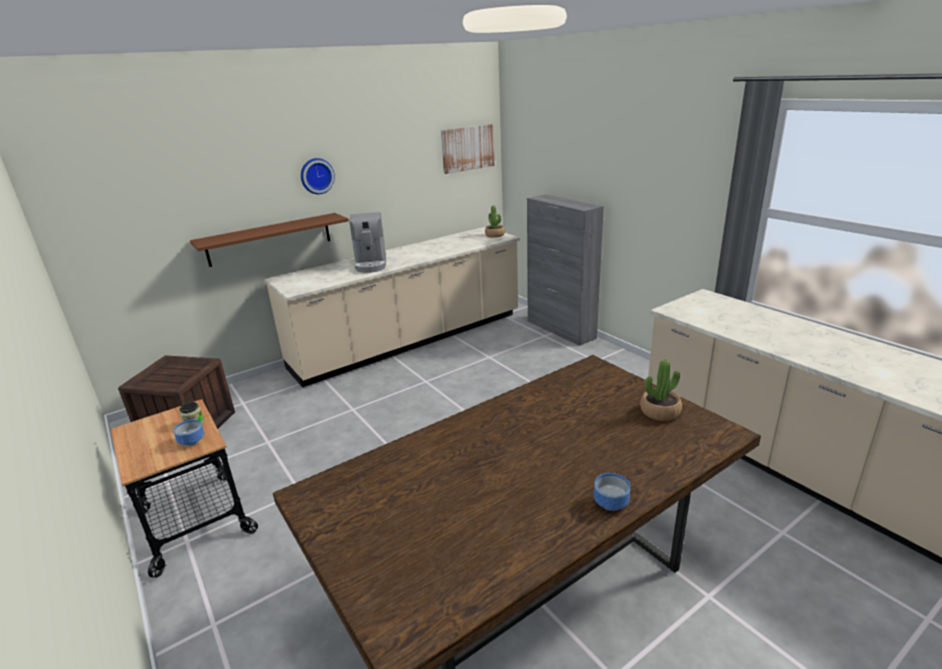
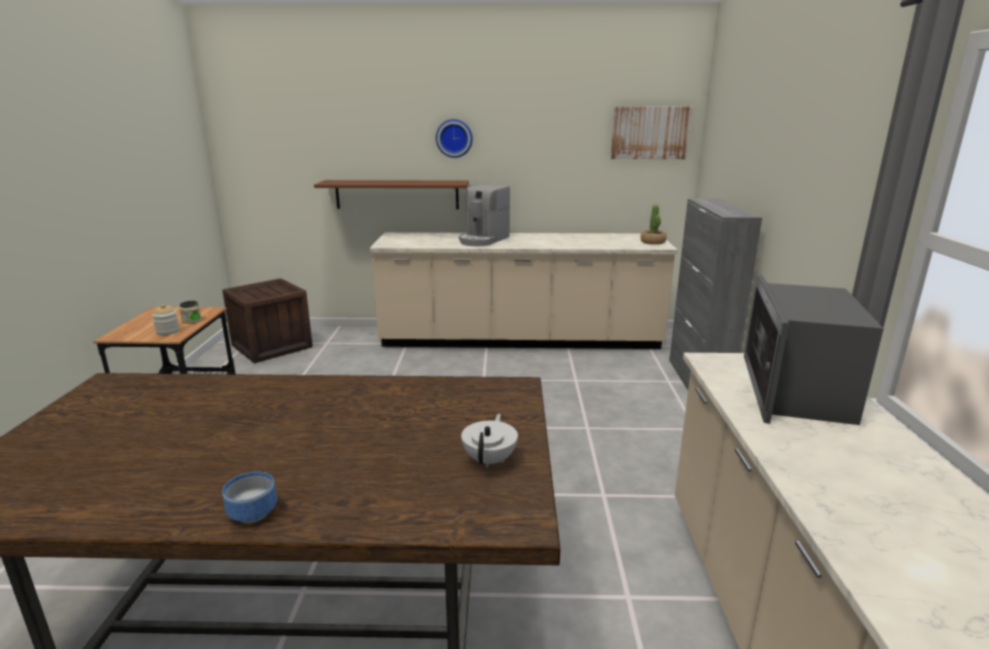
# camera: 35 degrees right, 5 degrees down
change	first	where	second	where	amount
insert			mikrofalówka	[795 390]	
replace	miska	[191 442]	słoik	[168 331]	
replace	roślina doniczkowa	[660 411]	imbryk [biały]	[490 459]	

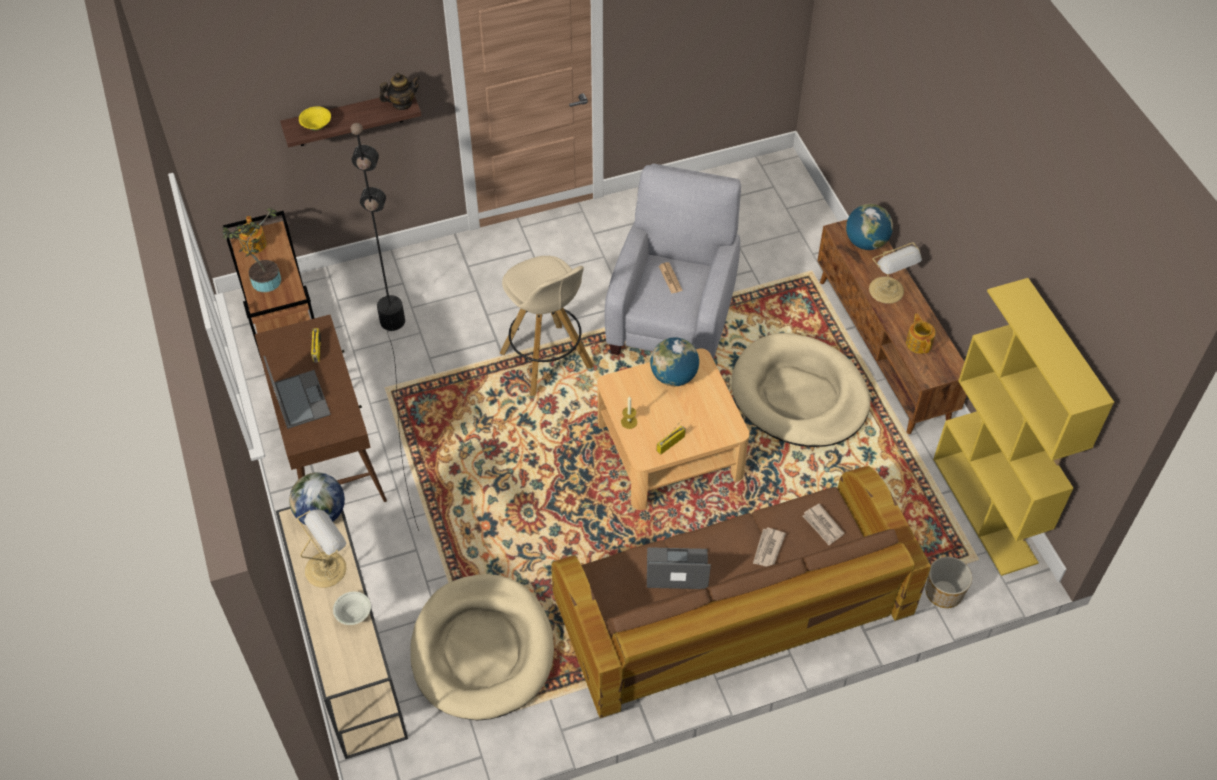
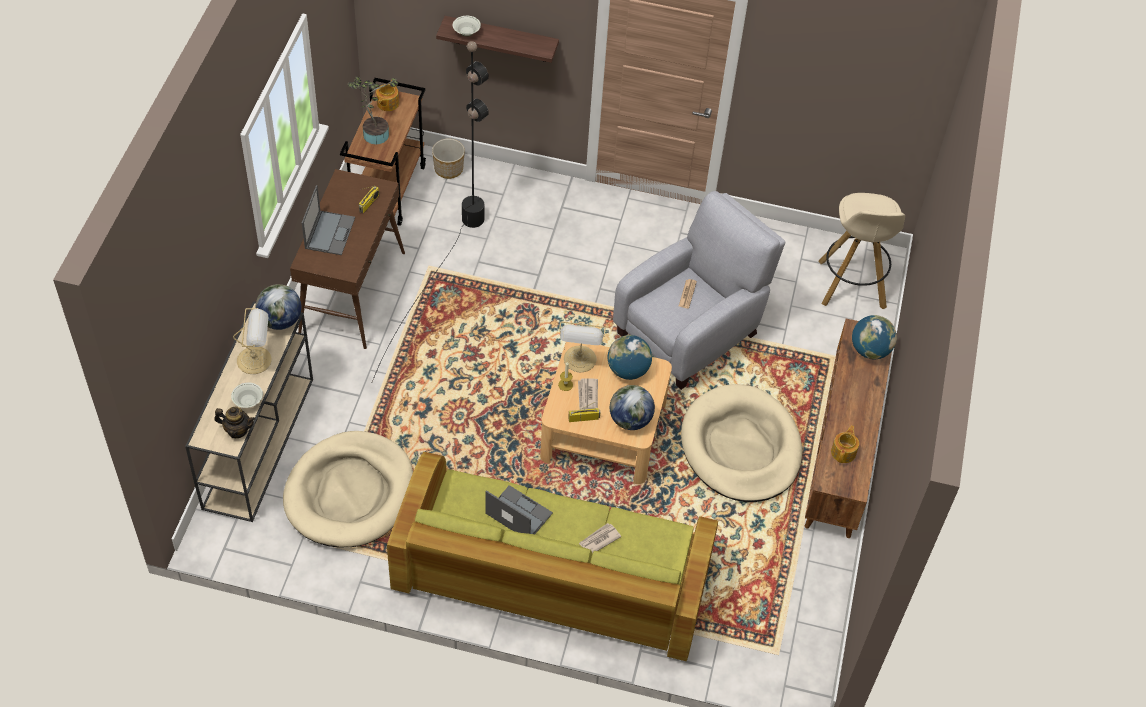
# camera: 30 degrees right, 0 degrees up
change	first	where	second	where	amount
delete	regał [żółty]	[985 510]			
insert			globus	[630 420]	
move	imbryk	[402 104]		[237 430]	
move	stołek [beżowy]	[547 361]		[852 286]	
move	gazeta	[822 526]		[587 395]	
move	lampa stołowa	[887 291]		[580 360]	
move	donica	[943 593]		[448 169]	
recolor	miska [żółty]	[317 126]	miska [biały]	[466 33]	
recolor	kanapa [brązowy]	[731 610]	kanapa [zielony]	[551 574]	

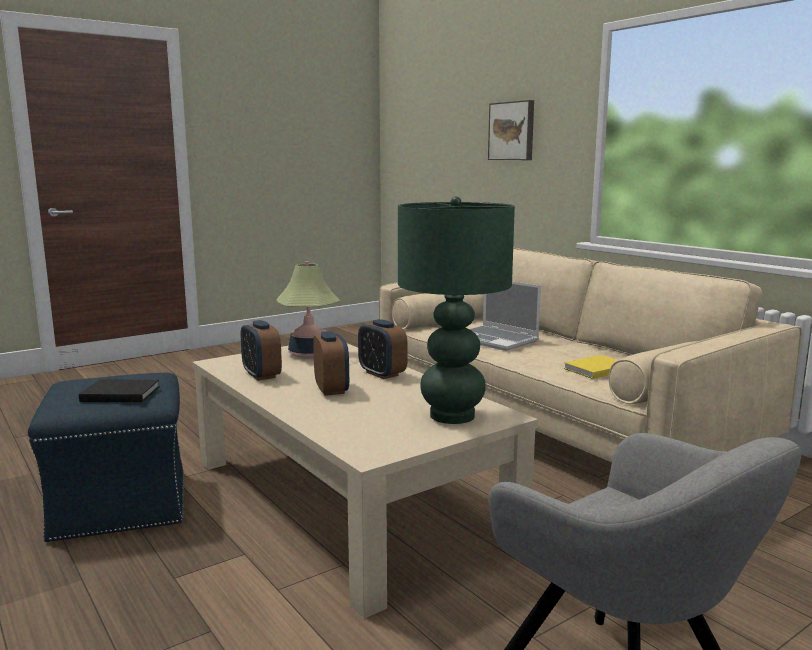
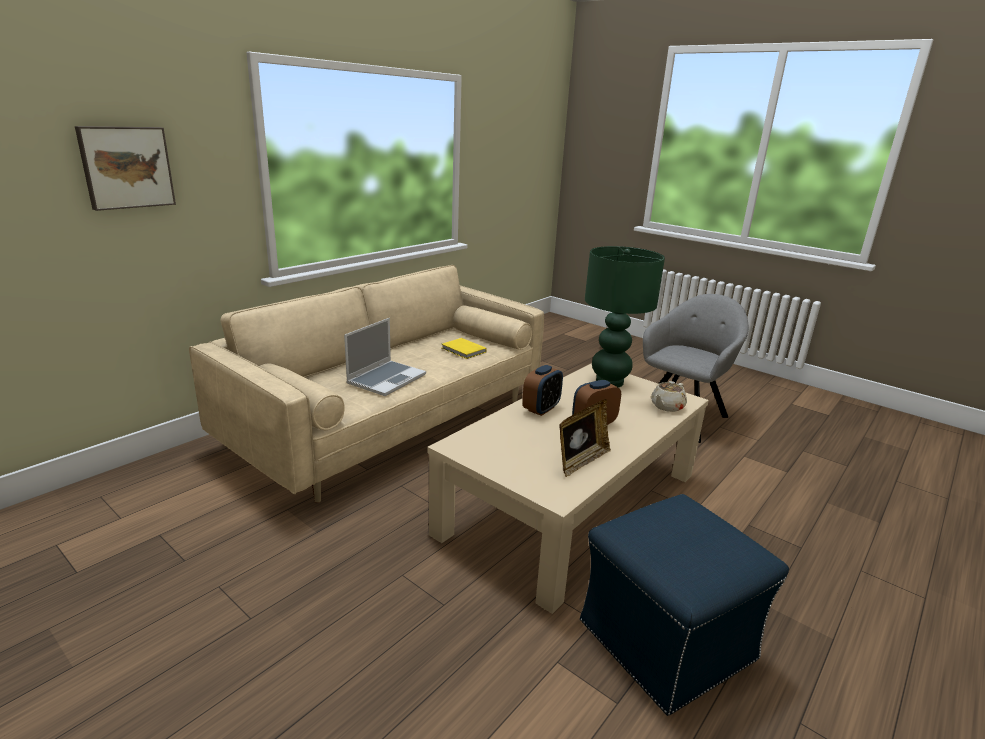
# camera: 105 degrees left, 10 degrees up
change	first	where	second	where	amount
delete	książka [czarny]	[119 393]			
delete	lampa stołowa	[310 354]			
insert			imbryk [beżowy]	[666 406]	
replace	budzik	[261 375]	ramka na zdjęcie	[581 461]	

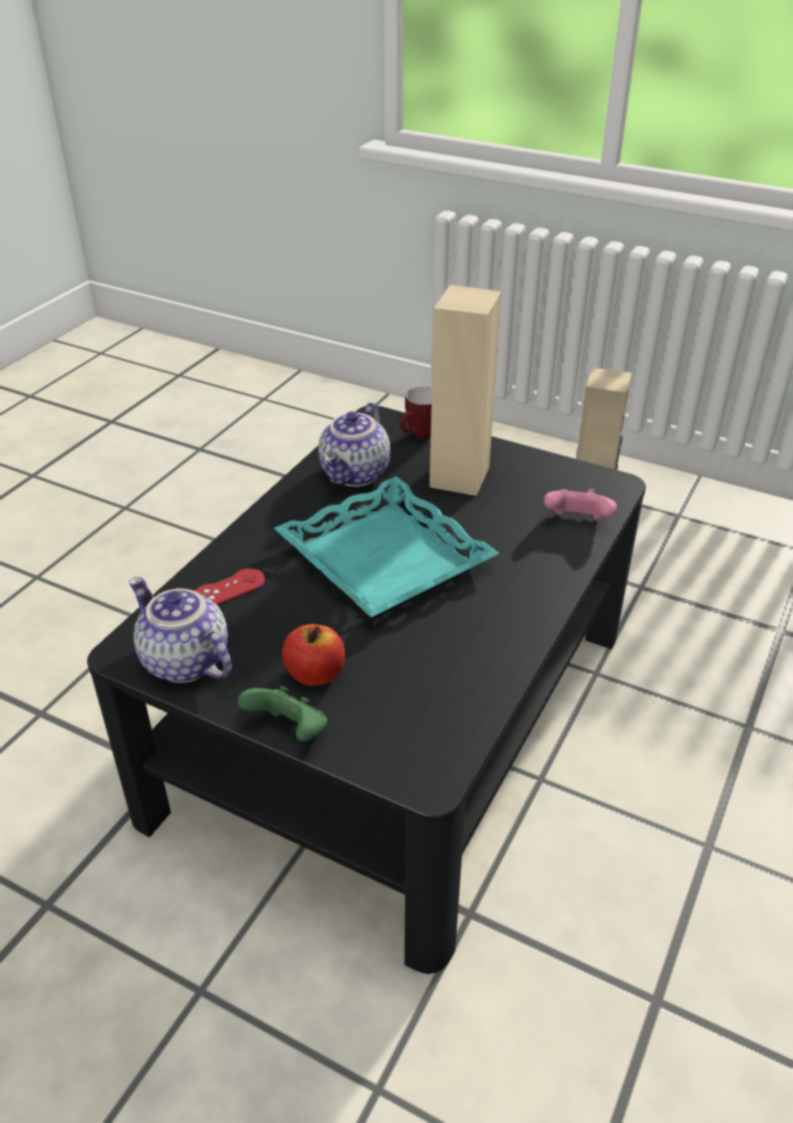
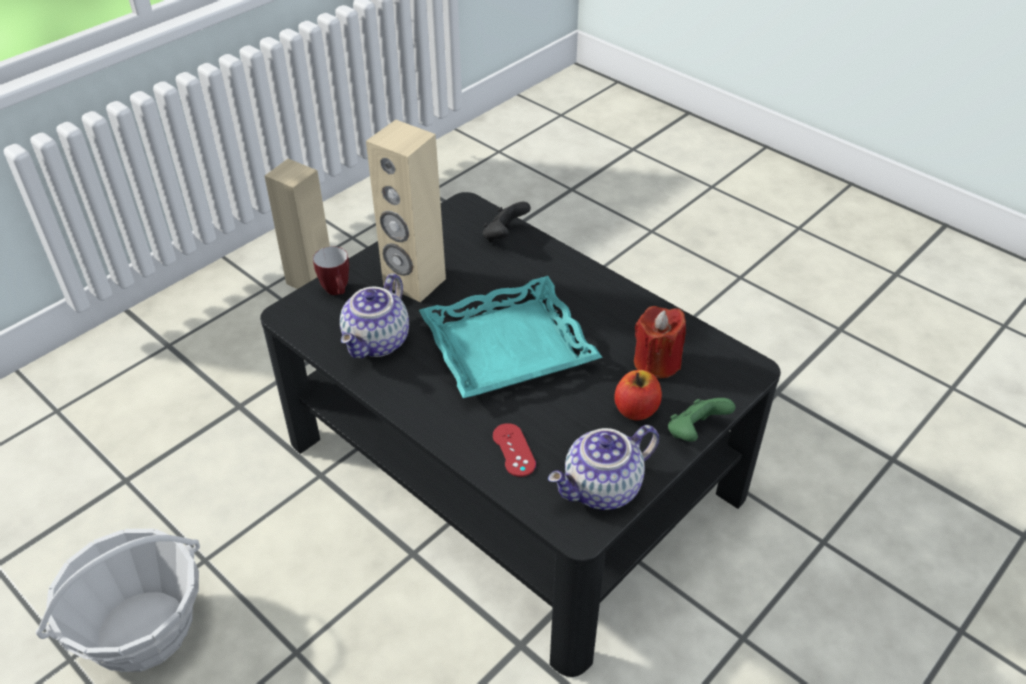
# camera: 75 degrees left, 5 degrees up
change	first	where	second	where	amount
insert			koszyk	[143 630]	
insert			świeca [czerwony]	[656 363]	
recolor	pad do gier [różowy]	[577 522]	pad do gier [czarny]	[504 236]	
rotate	imbryk	[356 474]		[378 342]	75 degrees clockwise

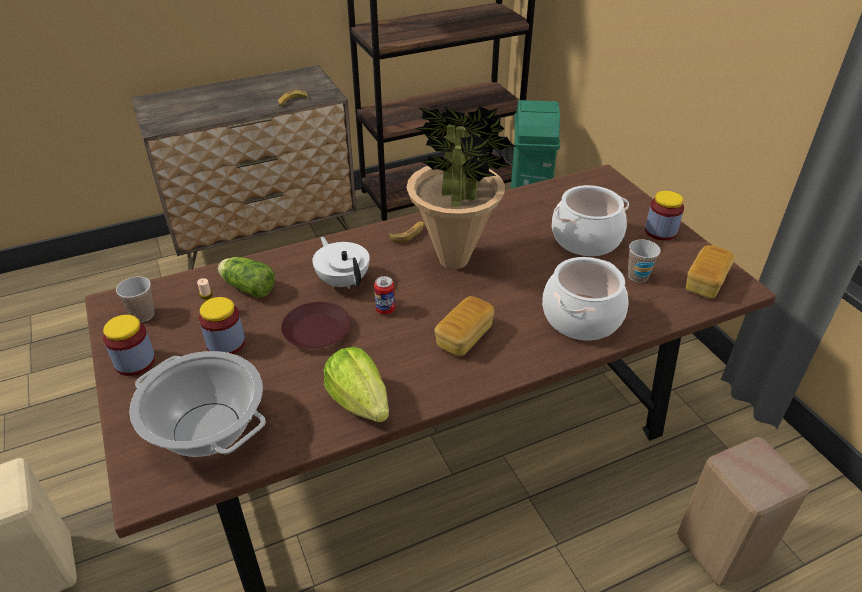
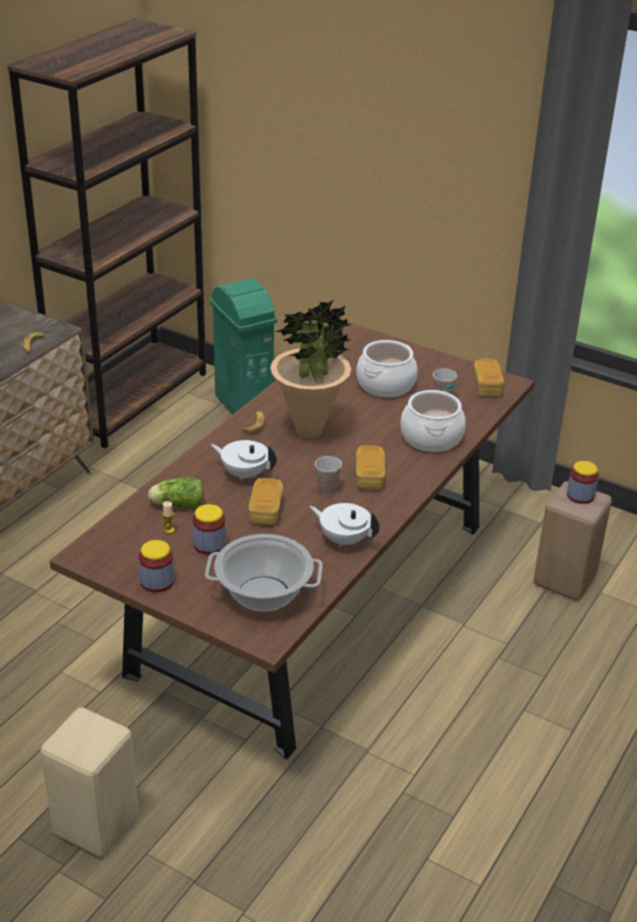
# camera: 35 degrees left, 5 degrees down
change	first	where	second	where	amount
delete	puszka	[385 310]			
move	filiżanka	[143 315]		[327 488]	
move	słoik	[660 231]		[580 495]	
replace	talerz [brązowy]	[317 331]	chleb	[266 511]	
replace	sałata	[359 401]	imbryk [biały]	[344 539]	

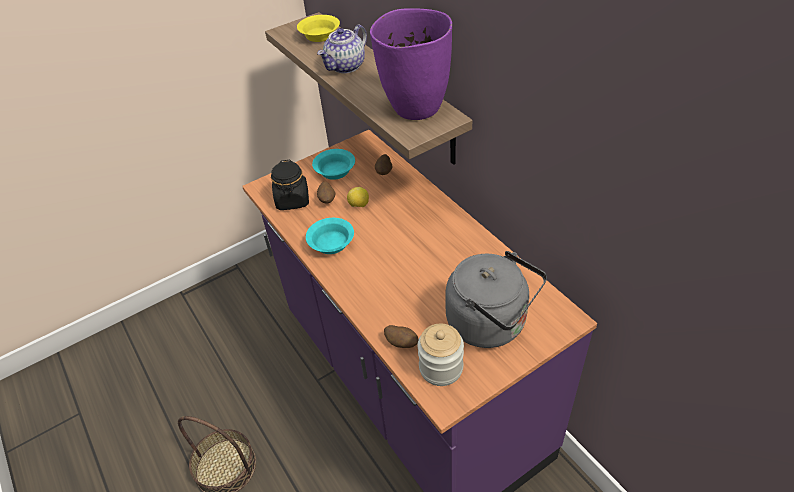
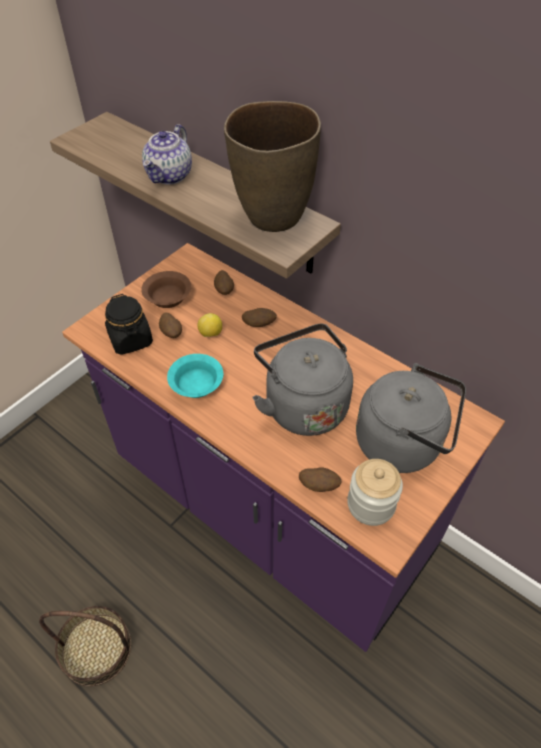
# camera: 20 degrees left, 5 degrees up
change	first	where	second	where	amount
delete	miska [żółty]	[320 36]			
insert			ziemniak	[259 324]	
insert			czajnik [szary]	[303 404]	
recolor	miska [turkusowy]	[335 171]	miska [brązowy]	[168 297]	
recolor	wazon [fioletowy]	[415 108]	wazon [brązowy]	[272 217]	

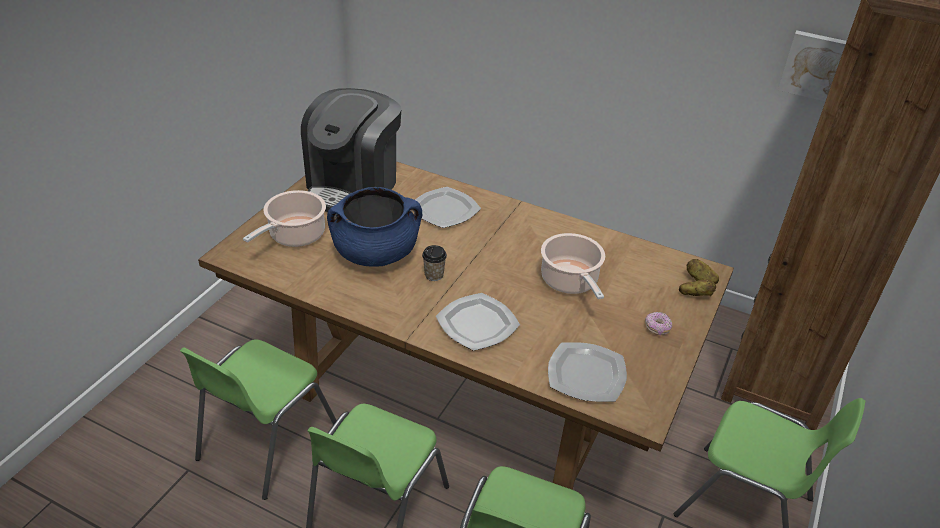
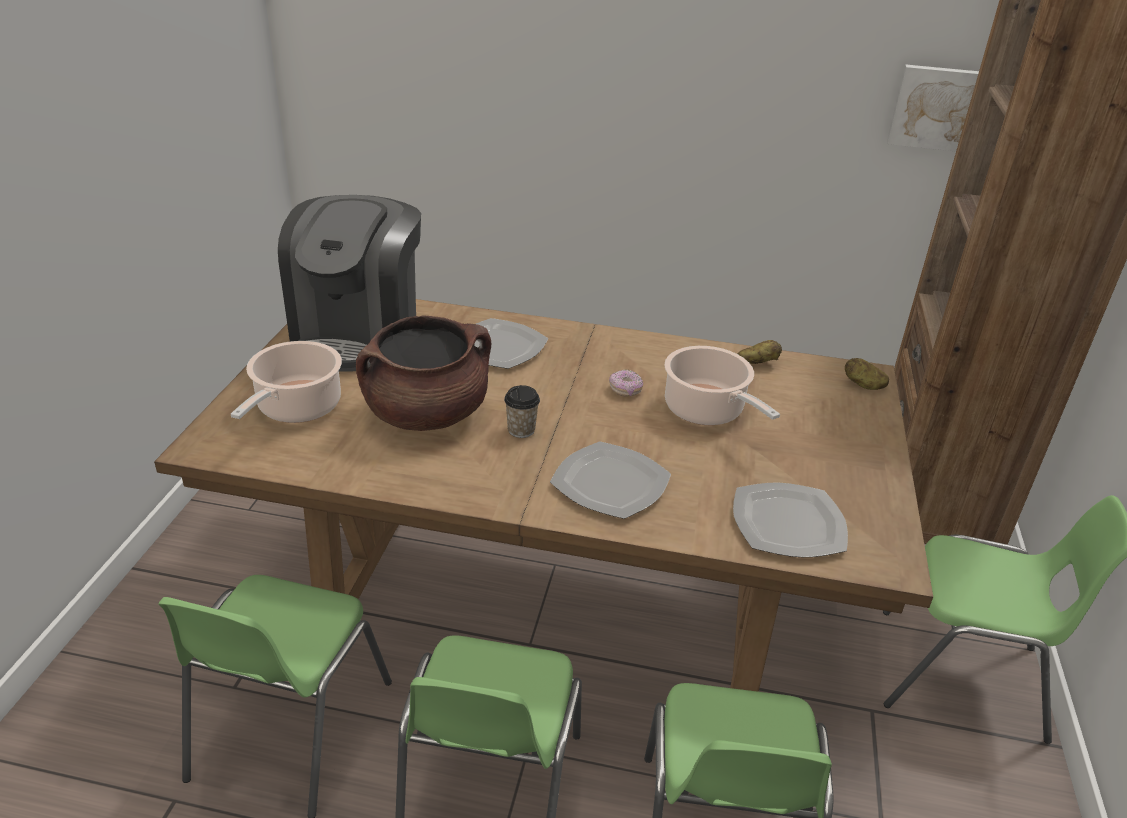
# camera: 15 degrees left, 5 degrees down
change	first	where	second	where	amount
move	donut	[657 328]		[625 390]	
move	ziemniak	[695 295]		[757 363]	
recolor	garnek [niebieski]	[376 253]	garnek [brązowy]	[426 414]	

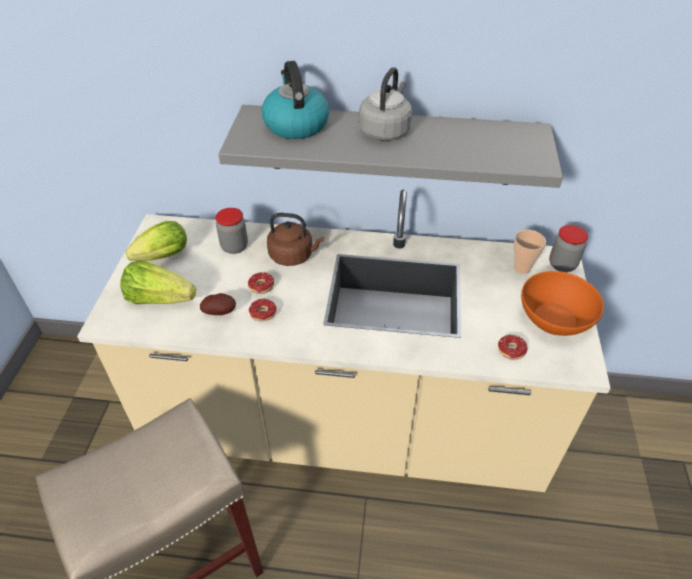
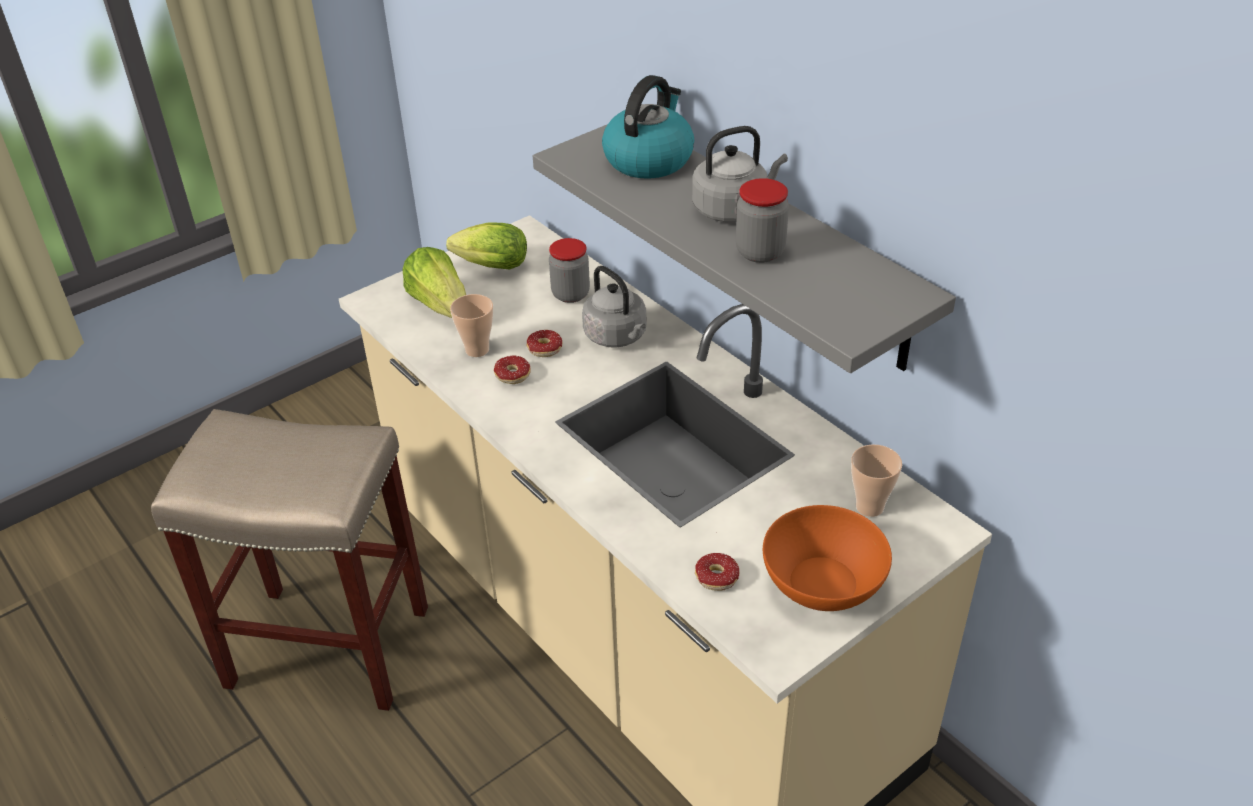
# camera: 45 degrees right, 5 degrees down
change	first	where	second	where	amount
move	słoik	[562 265]		[760 252]	
replace	ziemniak	[220 312]	filiżanka	[477 350]	
recolor	czajnik [brązowy]	[293 256]	czajnik [szary]	[617 337]	

